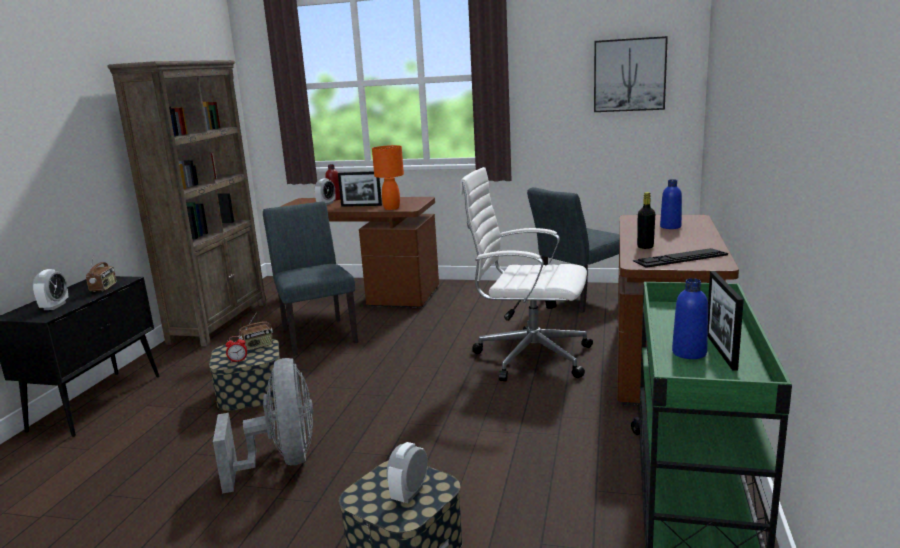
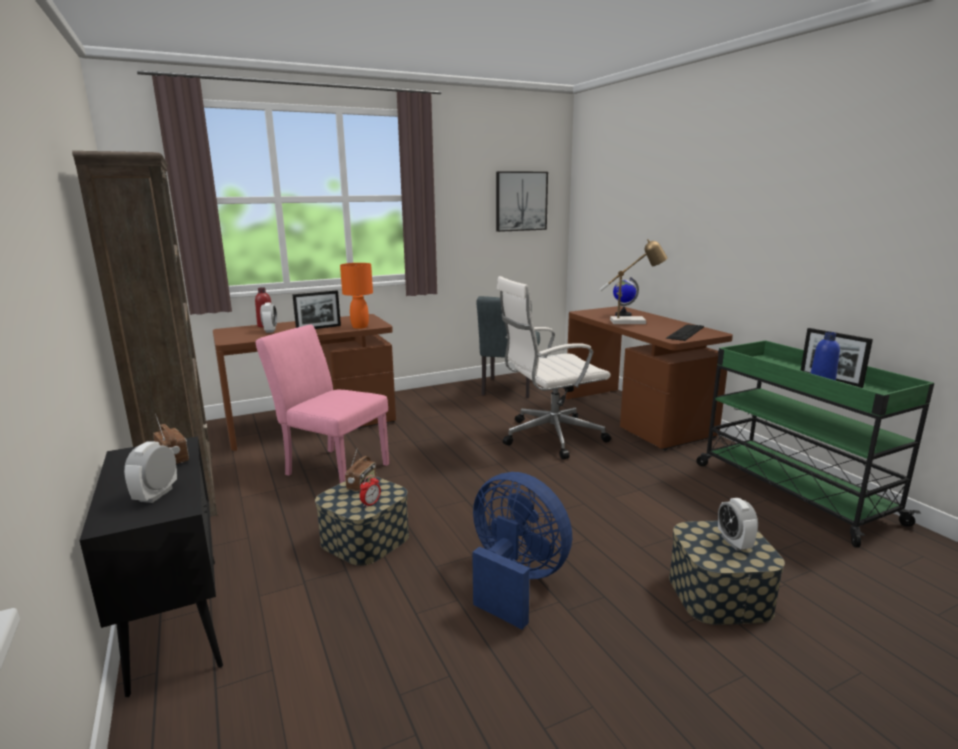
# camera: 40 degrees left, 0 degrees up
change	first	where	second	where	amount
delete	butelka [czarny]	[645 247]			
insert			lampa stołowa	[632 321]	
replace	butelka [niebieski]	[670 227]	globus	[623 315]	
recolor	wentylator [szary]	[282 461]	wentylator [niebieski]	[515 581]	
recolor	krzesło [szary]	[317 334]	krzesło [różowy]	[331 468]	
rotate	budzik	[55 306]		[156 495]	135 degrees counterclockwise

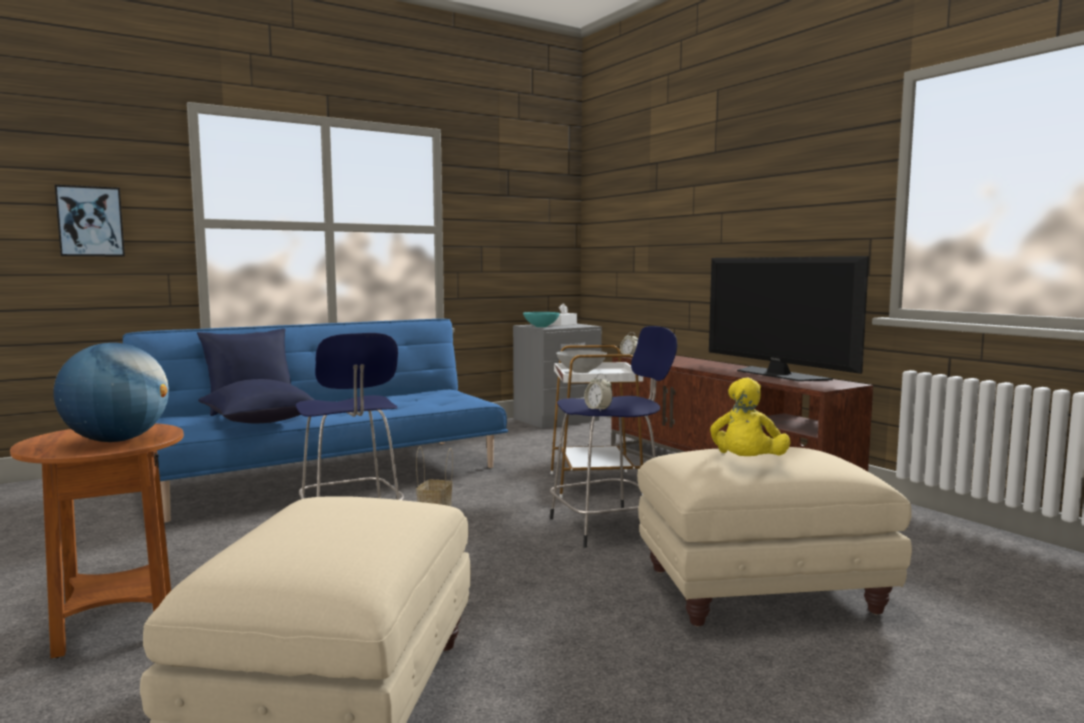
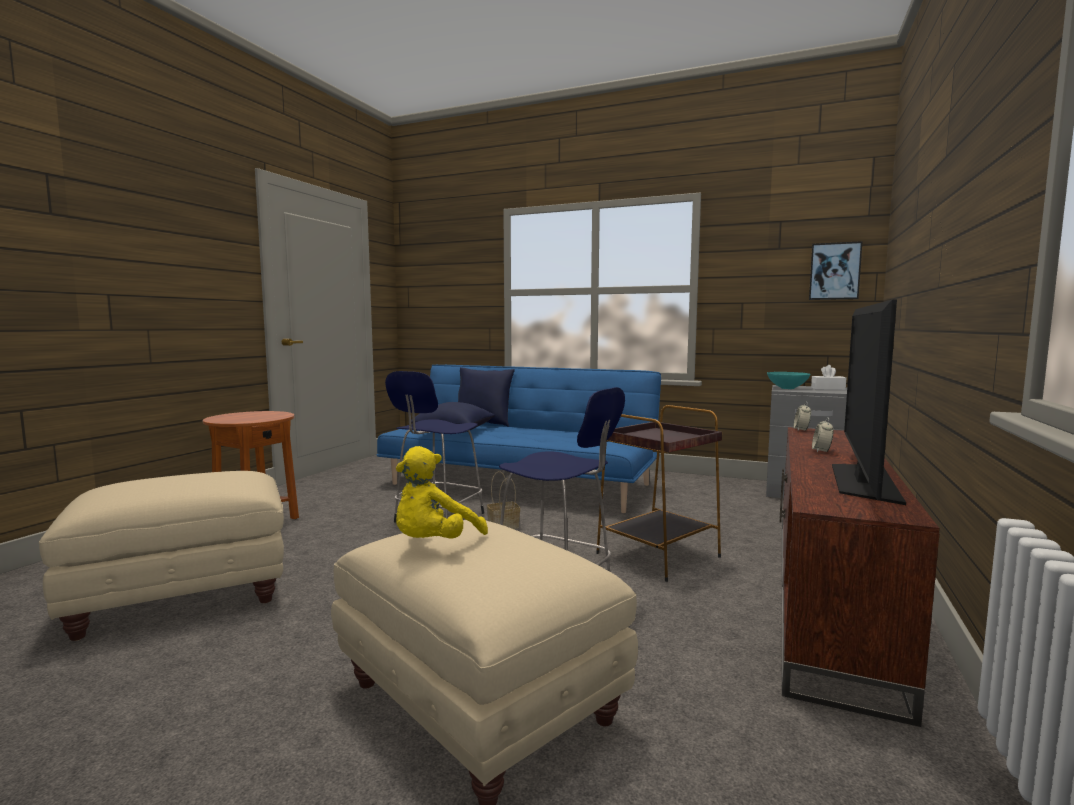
# camera: 55 degrees right, 0 degrees up
change	first	where	second	where	amount
delete	globus	[117 440]			
delete	miska [szary]	[581 372]			
move	obraz	[90 221]		[834 271]	
move	budzik	[598 409]		[821 451]	
recolor	stolik [biały]	[594 484]	stolik [brązowy]	[656 555]	
rotate	pluszak [żółty]	[747 464]		[434 544]	45 degrees counterclockwise

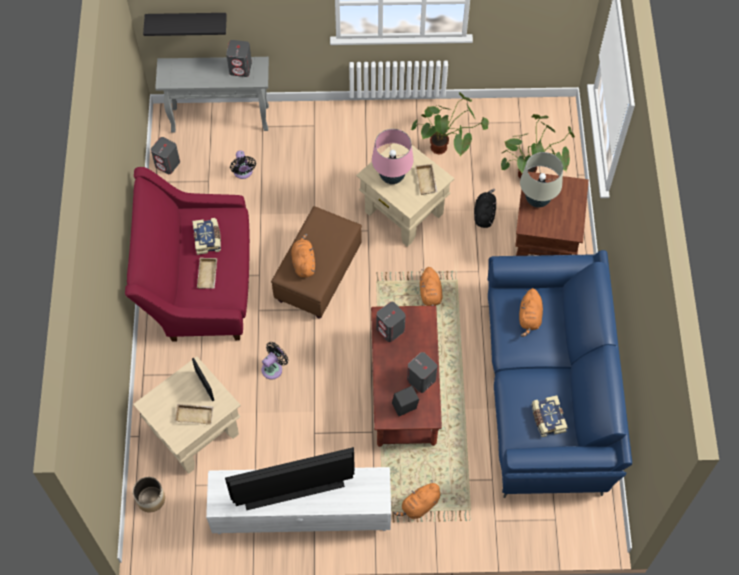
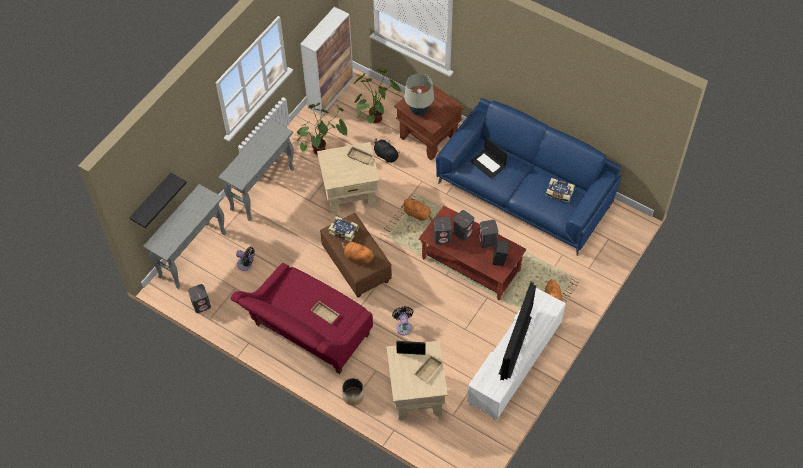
# camera: 55 degrees left, 5 degrees down
change	first	where	second	where	amount
delete	lampa stołowa [różowy]	[392 177]			
insert			stolik konsolowy [szary]	[262 189]	
insert			szafka	[331 93]	
move	donica	[150 499]		[353 396]	
move	książka	[208 239]		[344 231]	
move	głośnik [szary]	[240 68]		[463 232]	
replace	pluszak [pomarańczowy]	[529 317]	laptop	[488 164]	

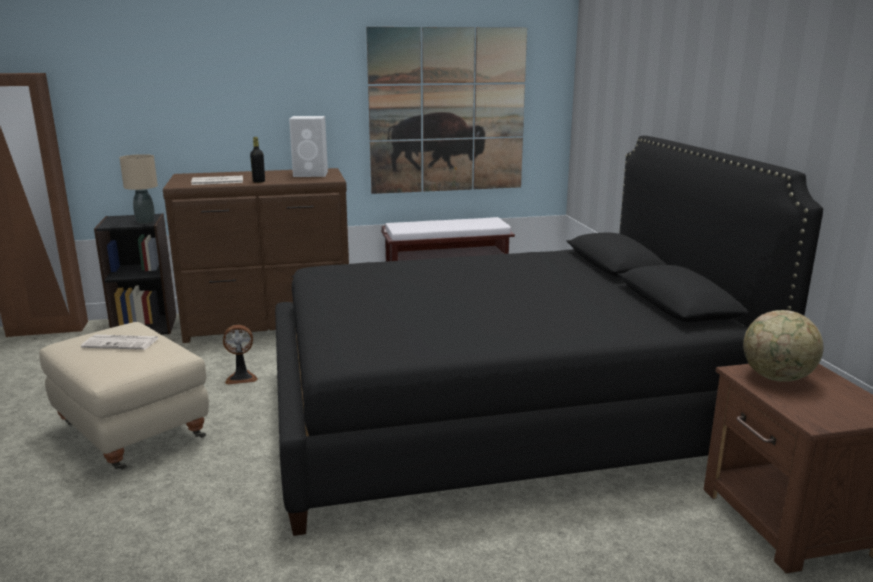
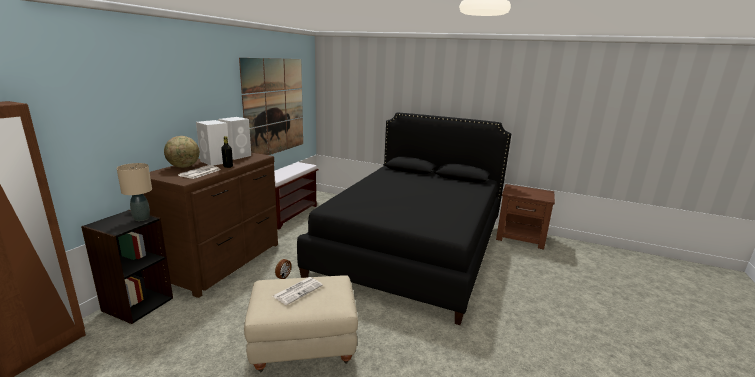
# camera: 55 degrees left, 0 degrees up
change	first	where	second	where	amount
insert			głośnik [biały]	[215 162]	
move	globus	[777 378]		[184 167]	

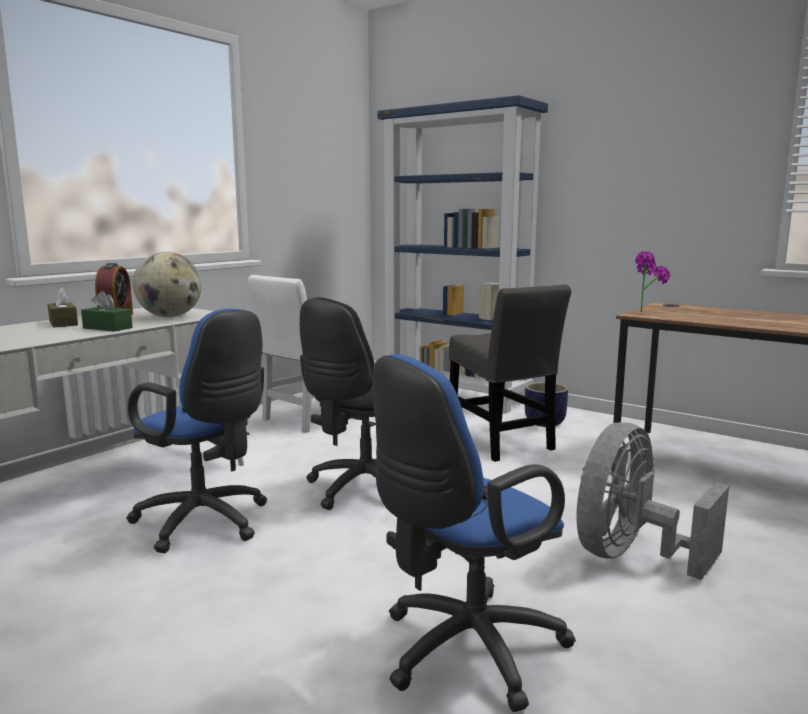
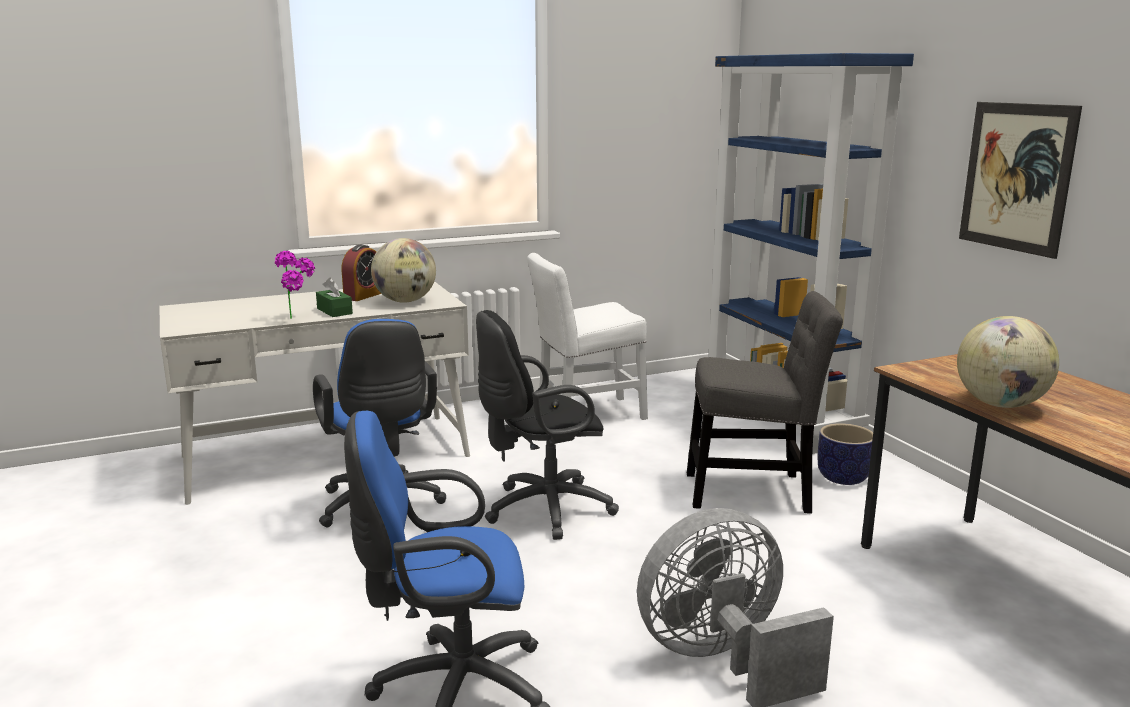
# camera: 30 degrees right, 5 degrees up
change	first	where	second	where	amount
delete	pudełko chusteczek [brązowy]	[63 323]			
insert			globus	[1000 404]	
insert			obraz	[1016 177]	
move	roślina doniczkowa	[646 310]		[299 318]	
rotate	krzesło [szary]	[501 443]		[754 492]	90 degrees counterclockwise

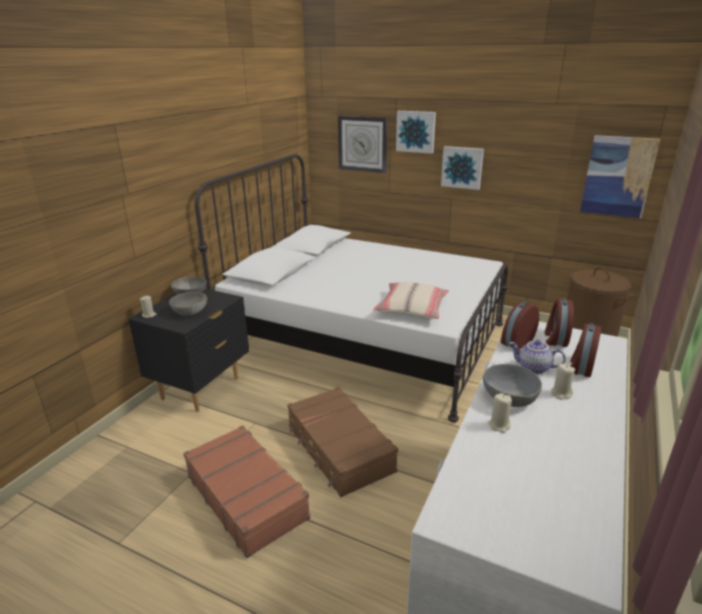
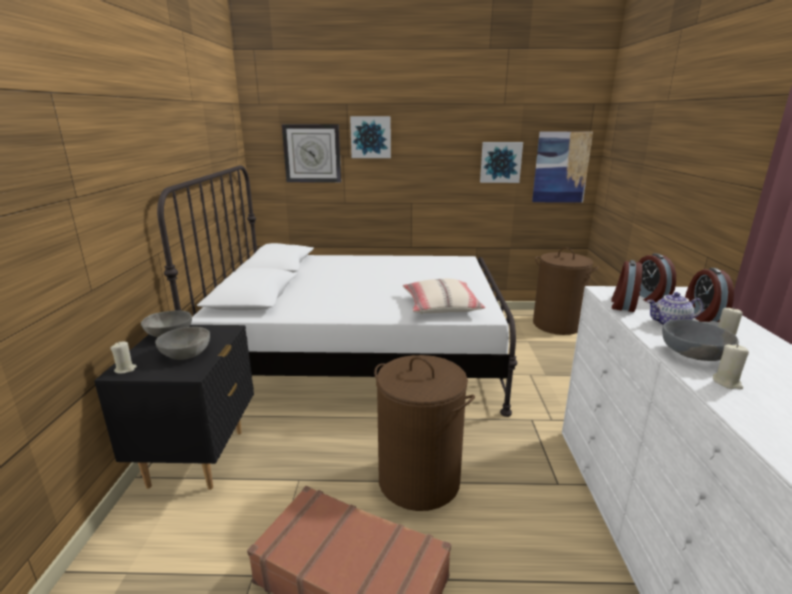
# camera: 25 degrees left, 5 degrees down
change	first	where	second	where	amount
move	obraz	[462 167]		[500 162]	
replace	walizka [brązowy]	[339 449]	kosz na pranie [brązowy]	[419 480]	

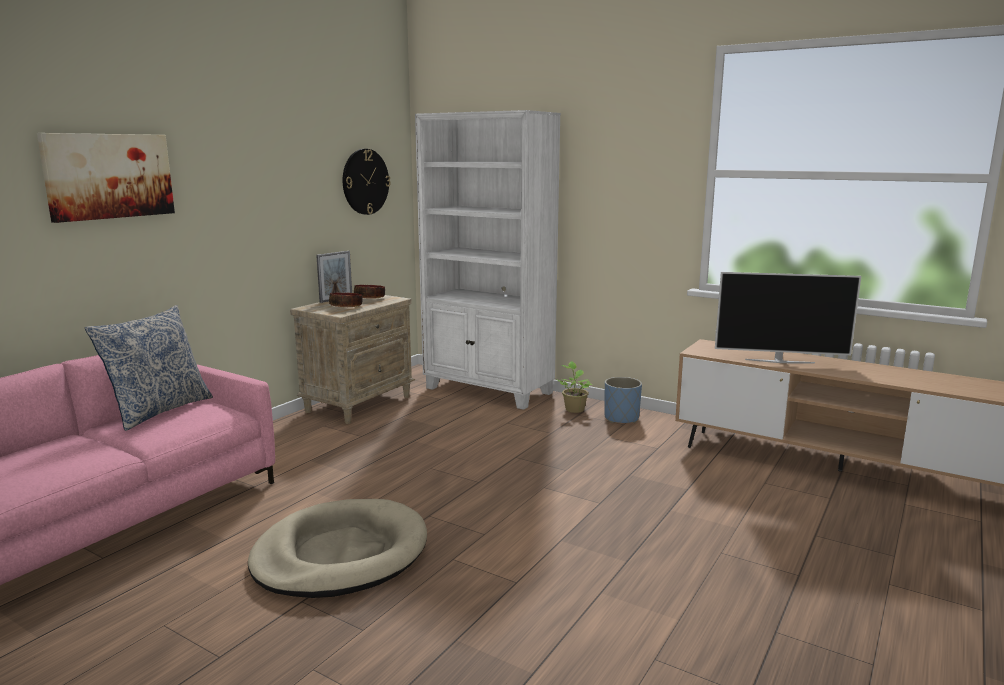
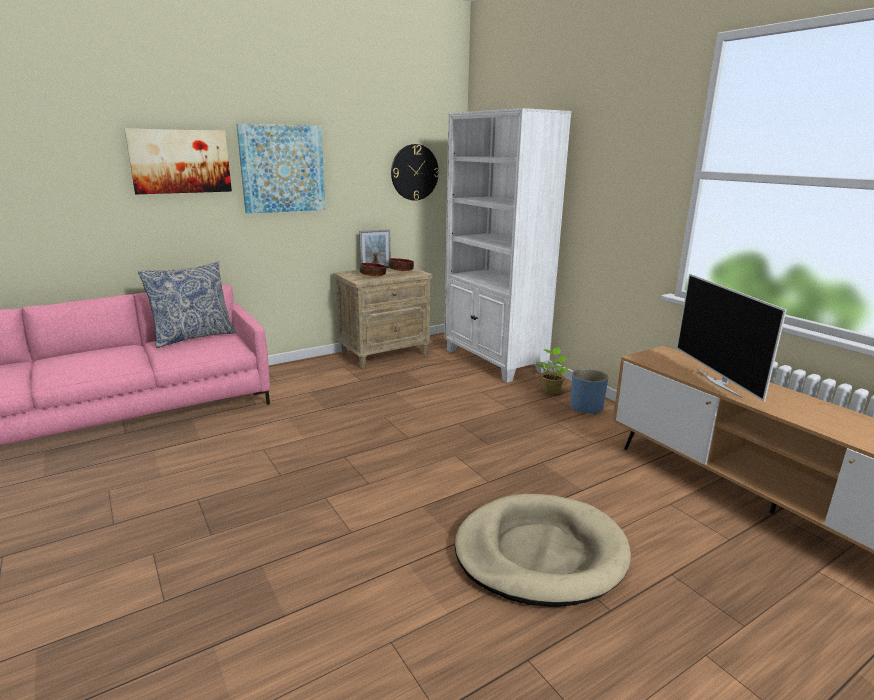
# camera: 25 degrees right, 5 degrees up
change	first	where	second	where	amount
insert			obraz	[282 169]	
move	legowisko [beżowy]	[340 554]		[539 553]	
rotate	telewizor	[779 361]		[719 382]	45 degrees clockwise

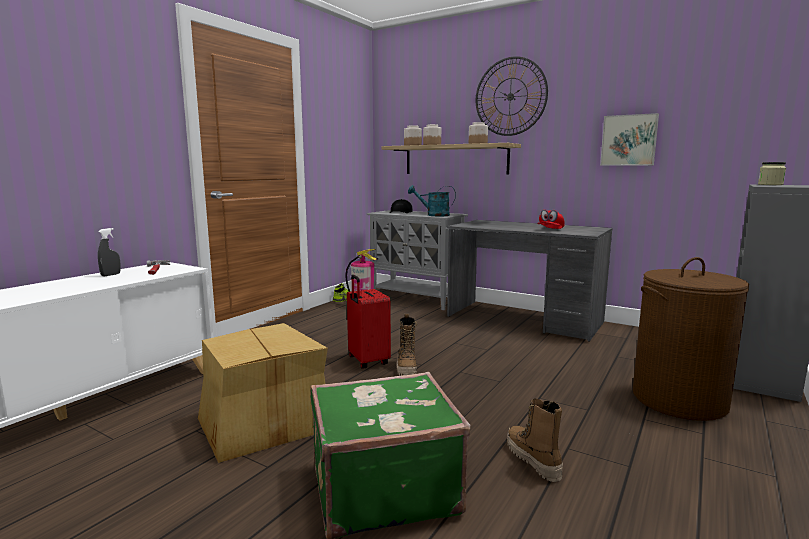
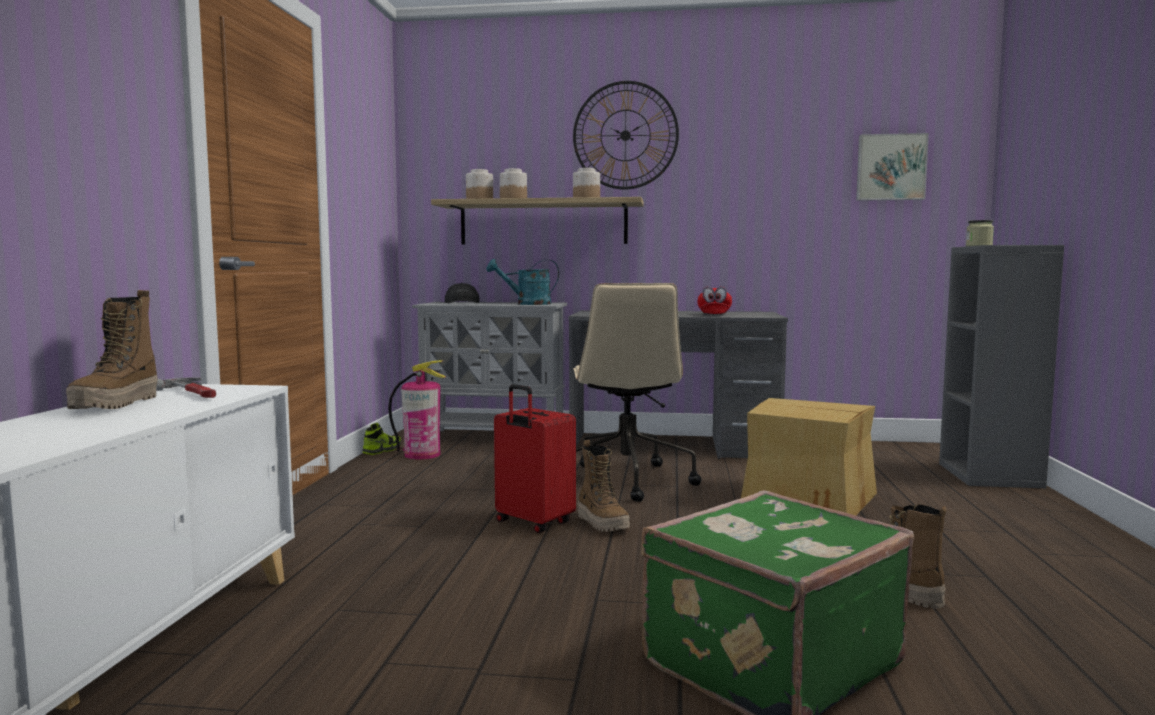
# camera: 25 degrees left, 5 degrees down
change	first	where	second	where	amount
delete	kosz na pranie [brązowy]	[679 399]			
insert			krzesło biurowe [beżowy]	[626 480]	
move	karton	[263 423]		[807 500]	
move	obraz	[629 140]		[890 167]	
replace	spryskiwacz [szary]	[111 275]	but z cholewką	[117 405]	

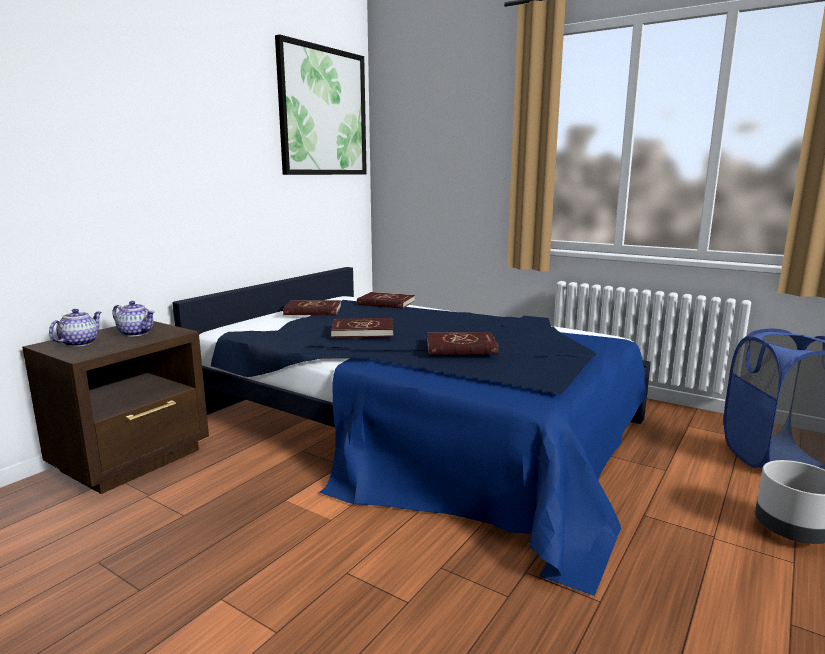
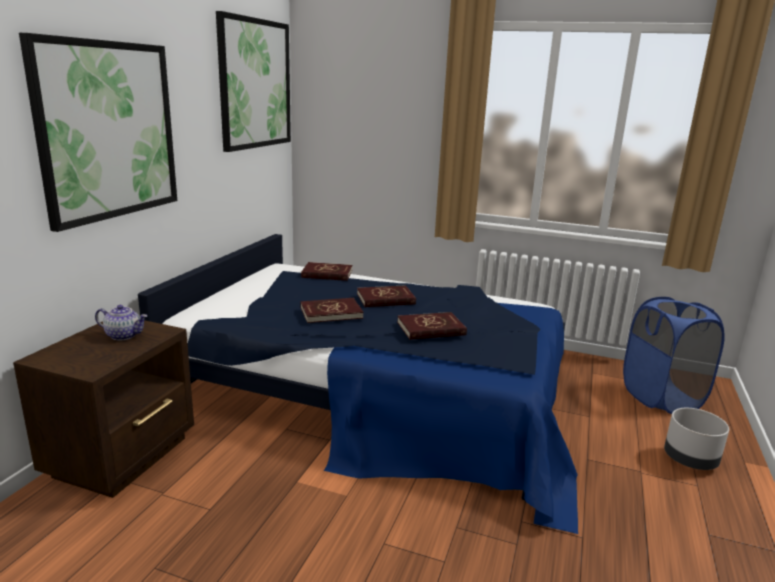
# camera: 15 degrees left, 5 degrees up
change	first	where	second	where	amount
delete	imbryk	[80 343]			
insert			obraz	[108 131]	
move	książka [czerwony]	[313 311]		[386 299]	

